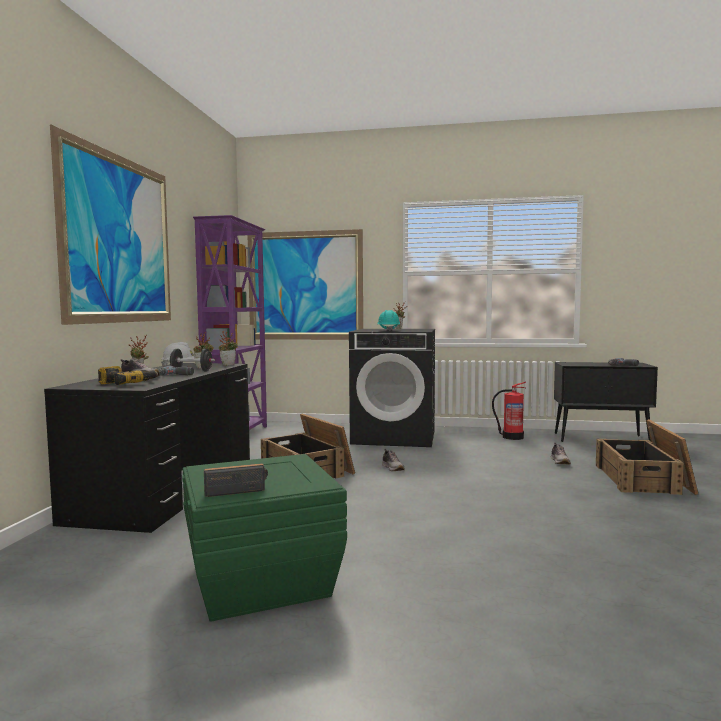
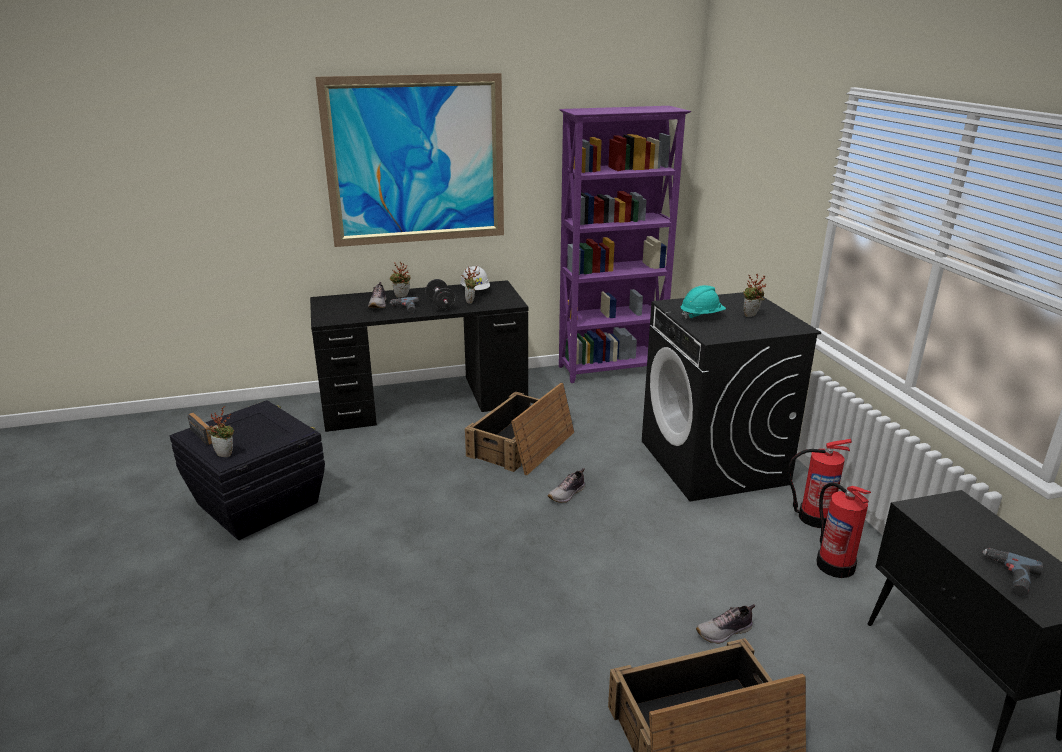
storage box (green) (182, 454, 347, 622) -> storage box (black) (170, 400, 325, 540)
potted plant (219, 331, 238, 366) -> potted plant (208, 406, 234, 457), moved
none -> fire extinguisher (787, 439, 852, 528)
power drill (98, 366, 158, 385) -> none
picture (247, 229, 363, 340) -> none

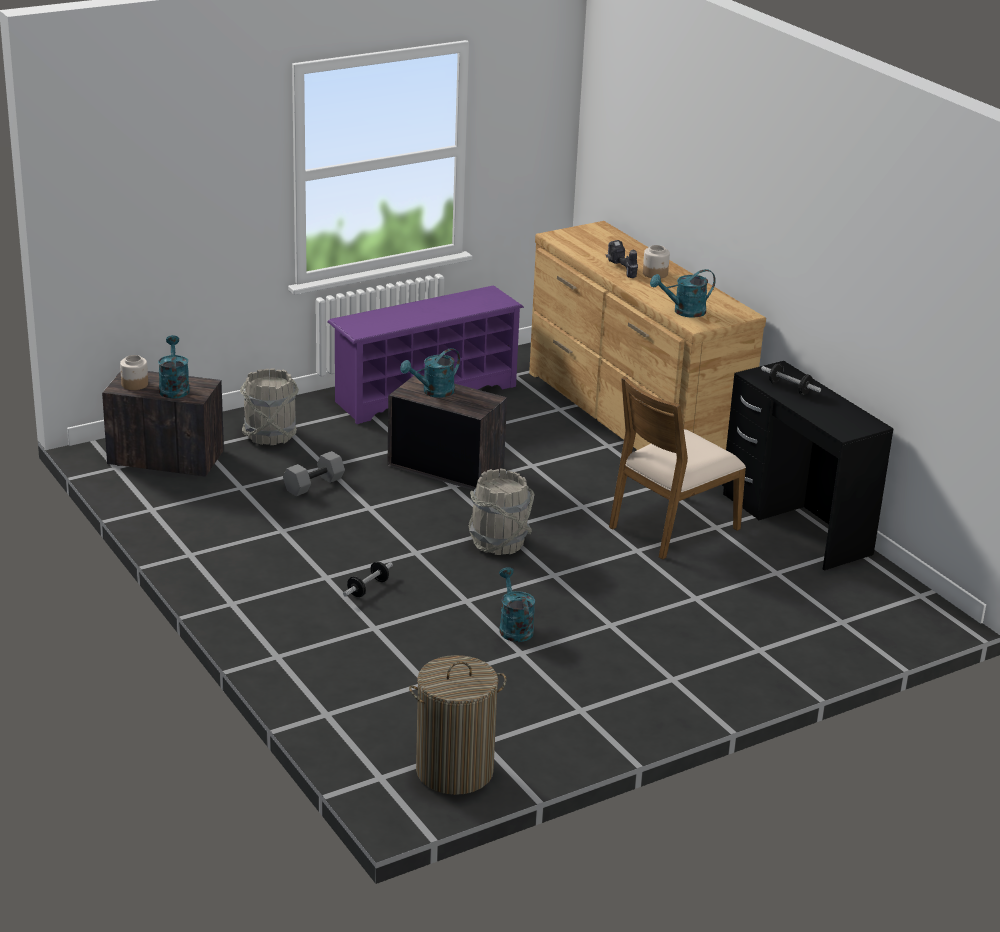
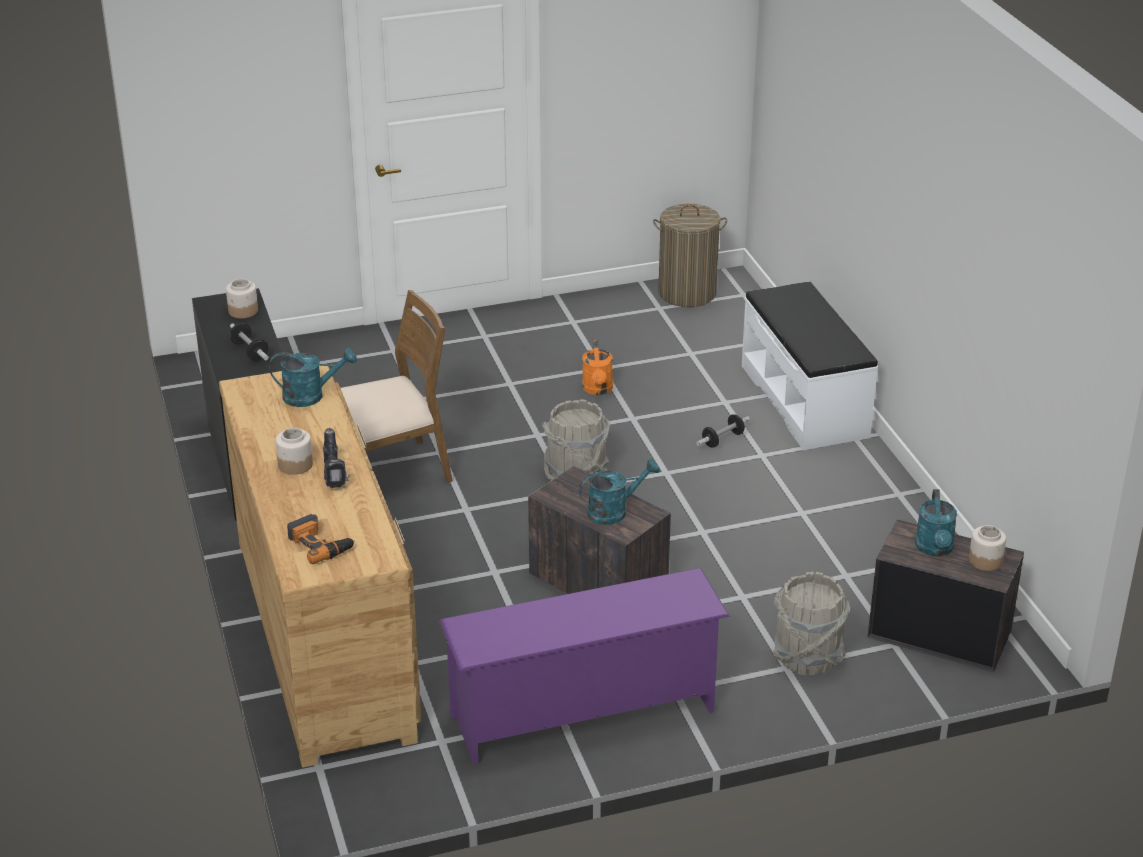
none -> jar (226, 279, 258, 318)
none -> power drill (287, 514, 355, 564)
watering can (turquoise) (499, 567, 535, 642) -> watering can (orange) (582, 341, 613, 395)
none -> bench (white) (742, 282, 878, 450)
dumbbell (grey) (283, 451, 345, 496) -> none

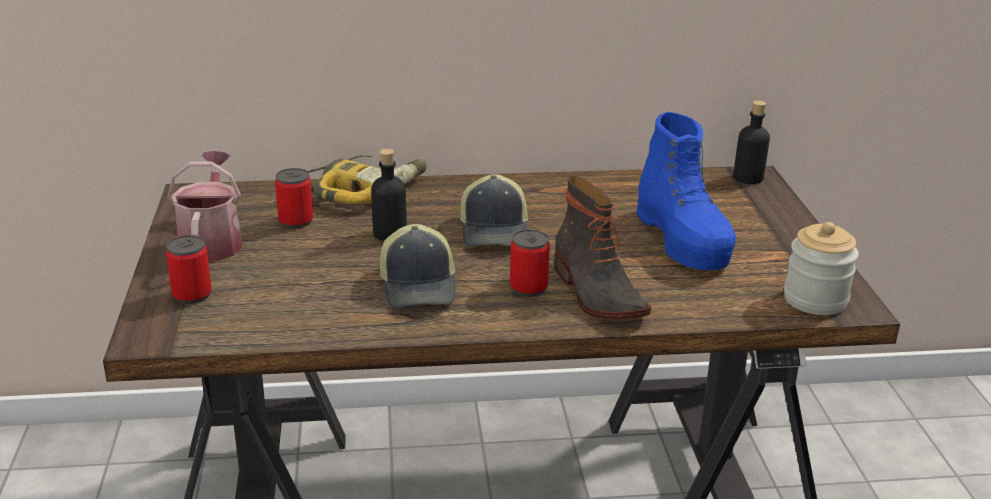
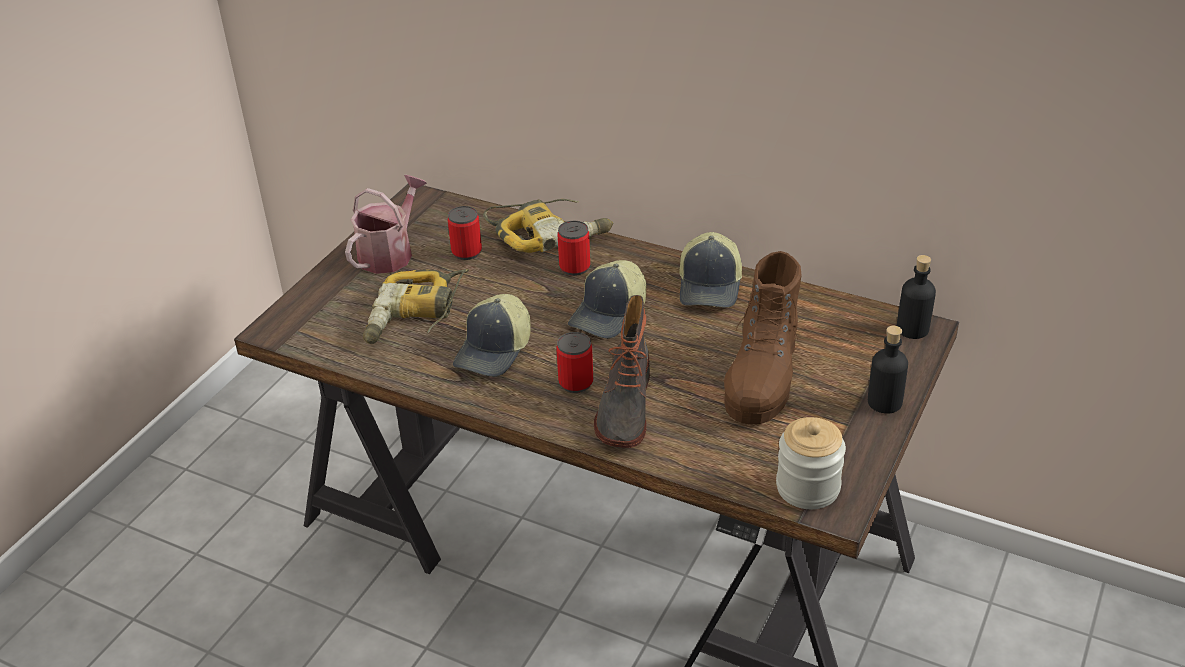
none -> power drill (363, 269, 469, 344)
can (166, 235, 212, 304) -> can (558, 221, 590, 276), moved
none -> cap (680, 232, 742, 308)
boot (blue) (637, 112, 736, 270) -> boot (brown) (724, 251, 802, 424)
bottle (black) (371, 149, 407, 241) -> bottle (black) (868, 326, 908, 414), moved

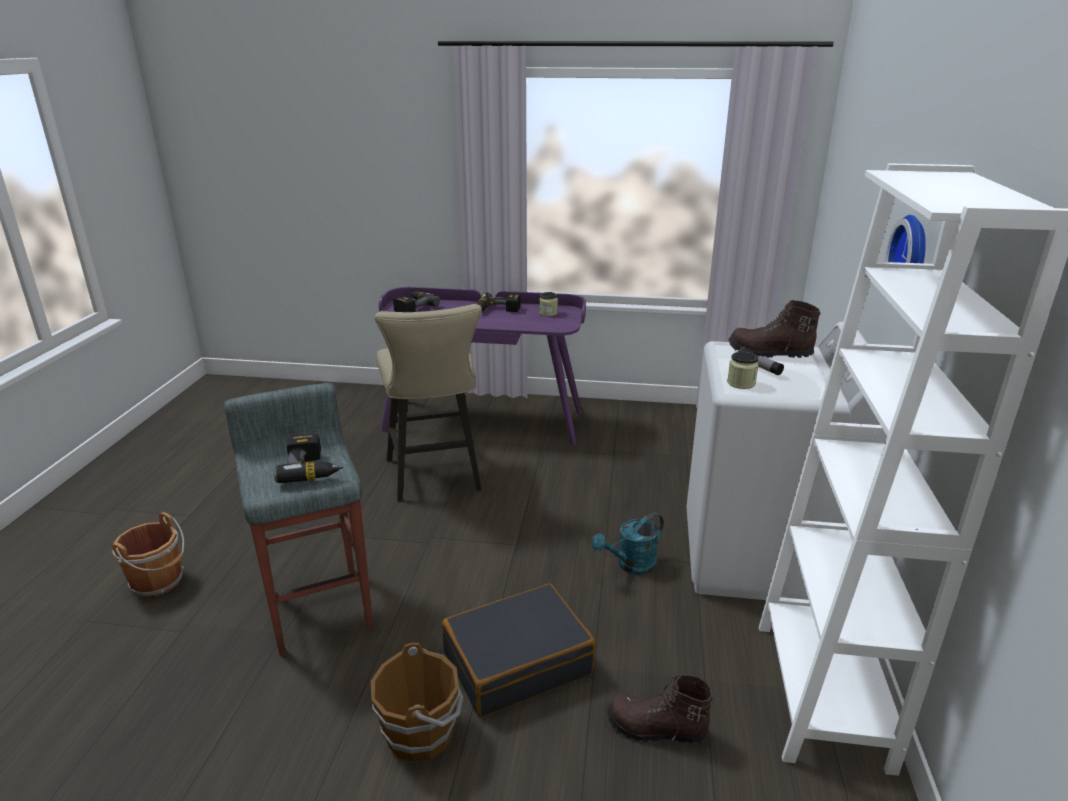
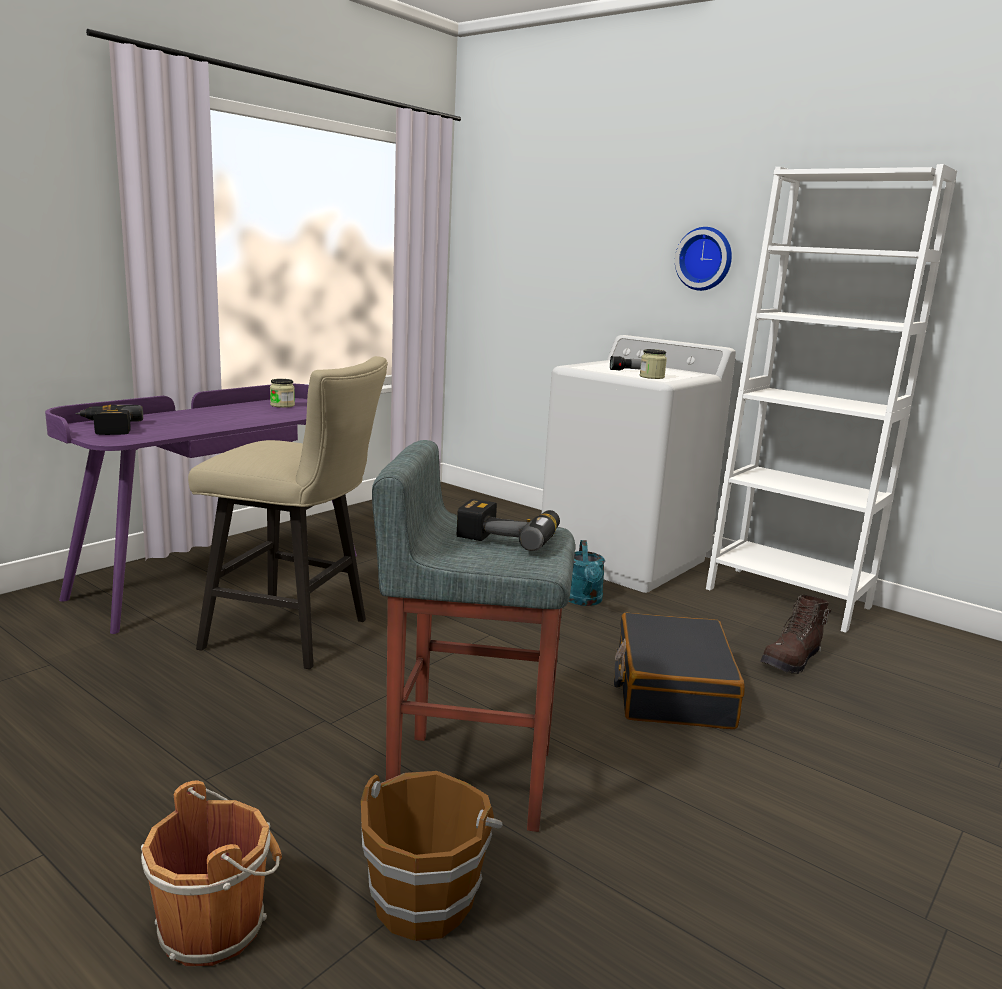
bucket (brown) (371, 643, 463, 761) -> bucket (brown) (361, 771, 502, 941), moved
power drill (477, 292, 521, 312) -> none
boot (brown) (728, 300, 821, 358) -> none

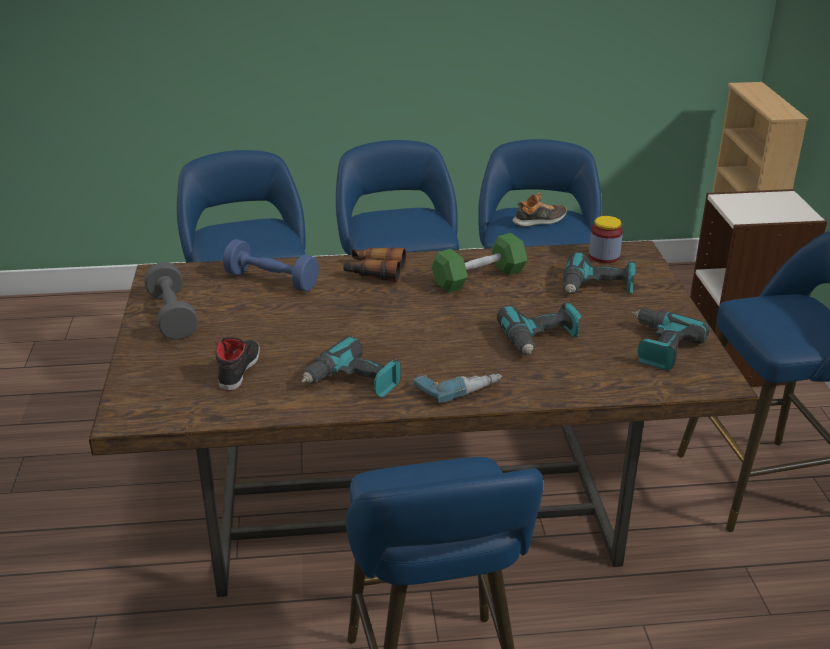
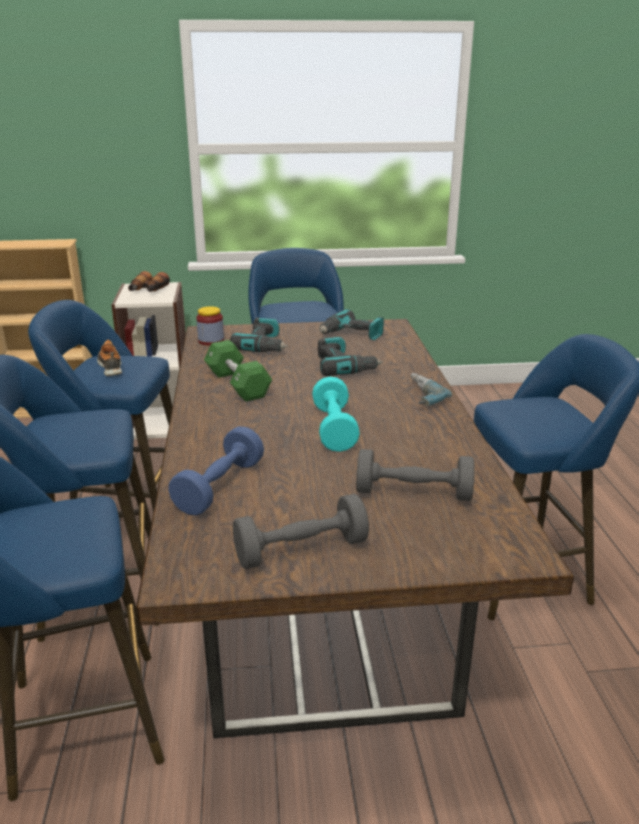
binoculars (343, 247, 406, 283) -> binoculars (128, 271, 170, 292), moved
none -> dumbbell (turquoise) (312, 377, 360, 452)
shoe (black) (215, 337, 260, 391) -> dumbbell (grey) (356, 449, 475, 501)
power drill (301, 336, 401, 398) -> none

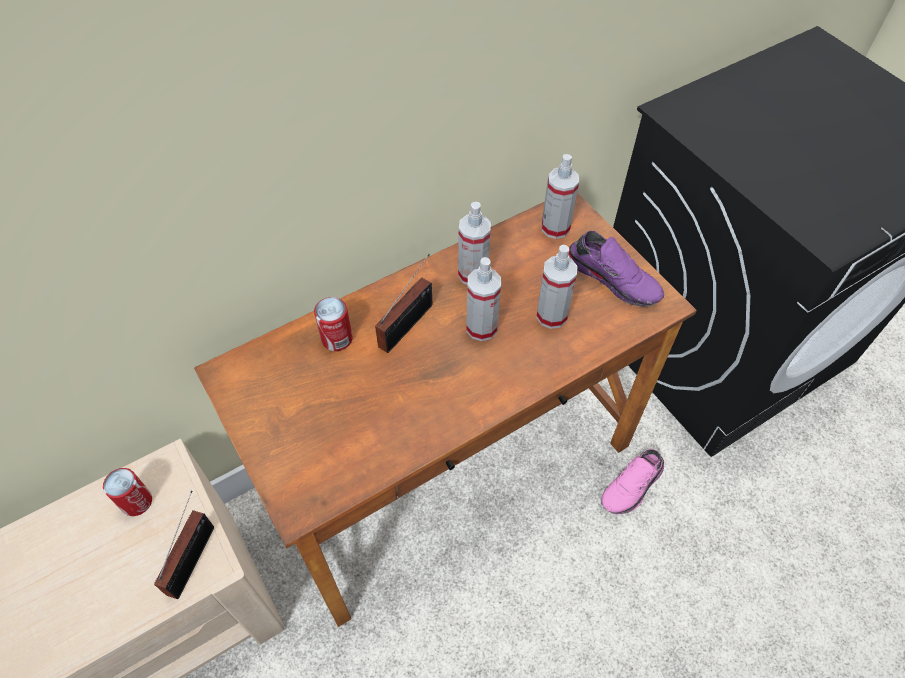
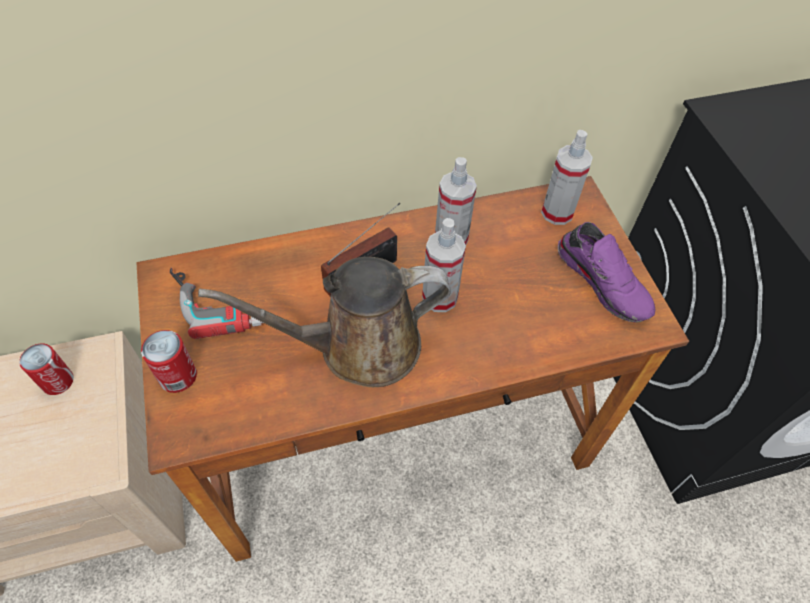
can (314, 297, 353, 351) -> can (141, 330, 197, 393), moved
none -> power drill (170, 268, 263, 339)
none -> watering can (brown) (198, 257, 451, 387)
radio (154, 490, 214, 599) -> none
spray bottle (536, 245, 578, 329) -> none
shoe (pink) (601, 449, 664, 514) -> none

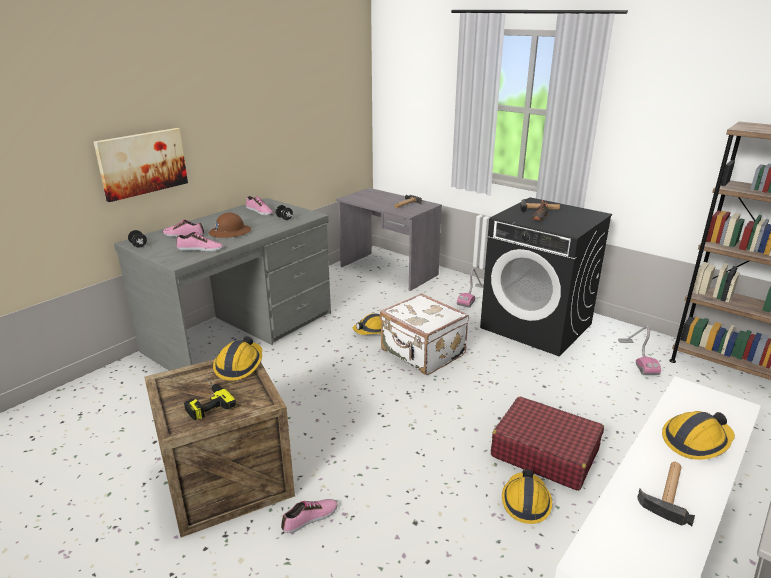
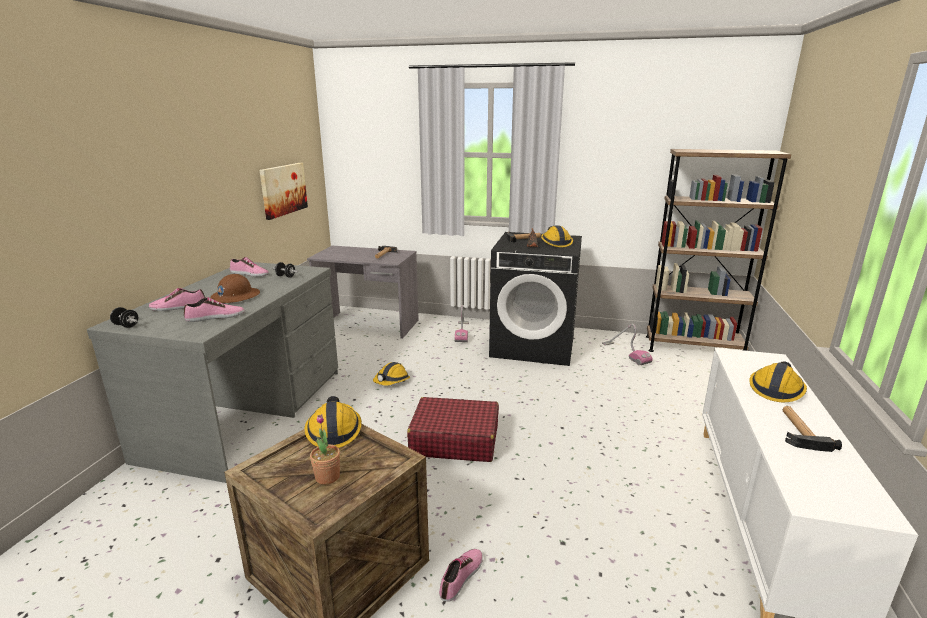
picture (94, 128, 188, 202) -> picture (260, 163, 308, 220), moved
power drill (184, 378, 236, 420) -> potted plant (310, 414, 340, 485)
suitcase (red) (491, 396, 604, 491) -> suitcase (red) (407, 397, 499, 462), moved
hard hat (502, 469, 552, 524) -> hard hat (541, 225, 573, 247), moved
suitcase (white) (380, 293, 469, 375) -> none

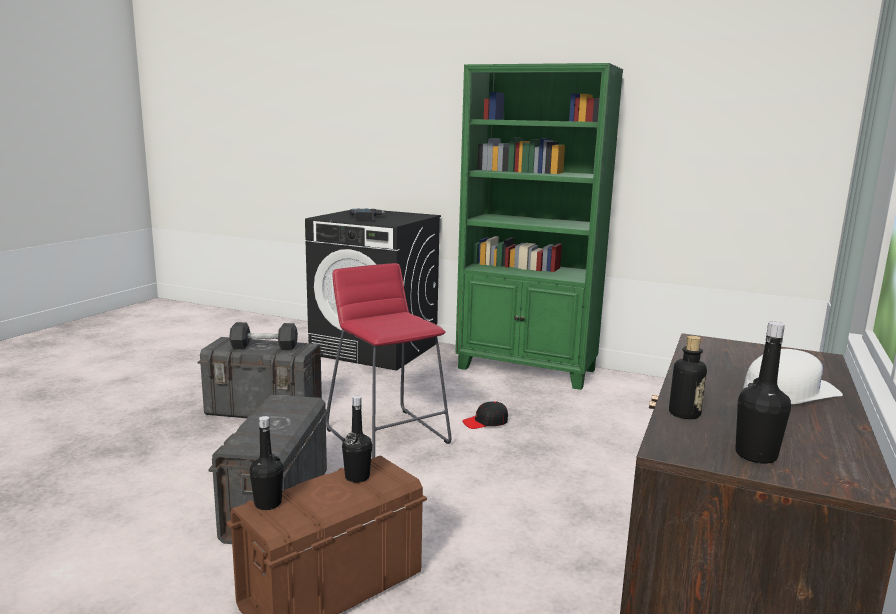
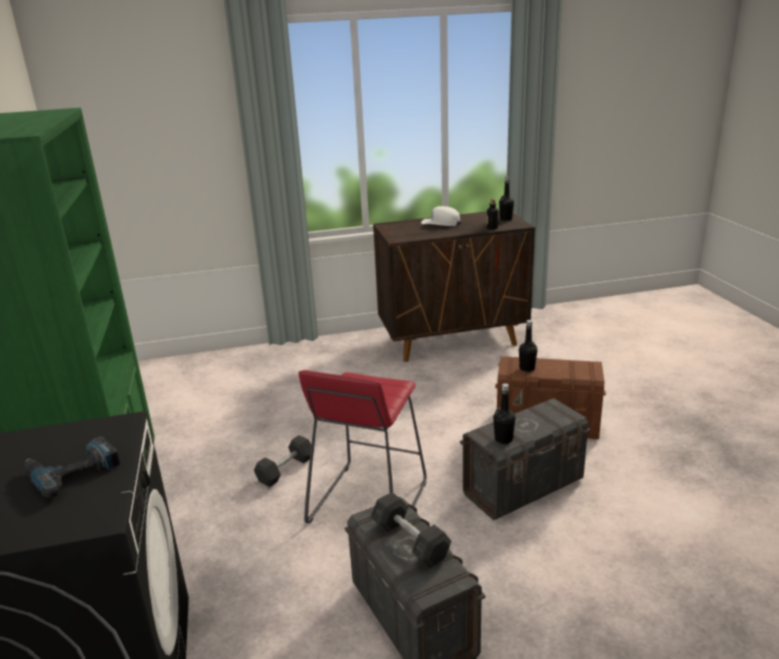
cap (black) (462, 401, 508, 429) -> dumbbell (grey) (254, 435, 311, 487)
bottle (black) (250, 416, 283, 510) -> bottle (black) (493, 383, 516, 444), moved

